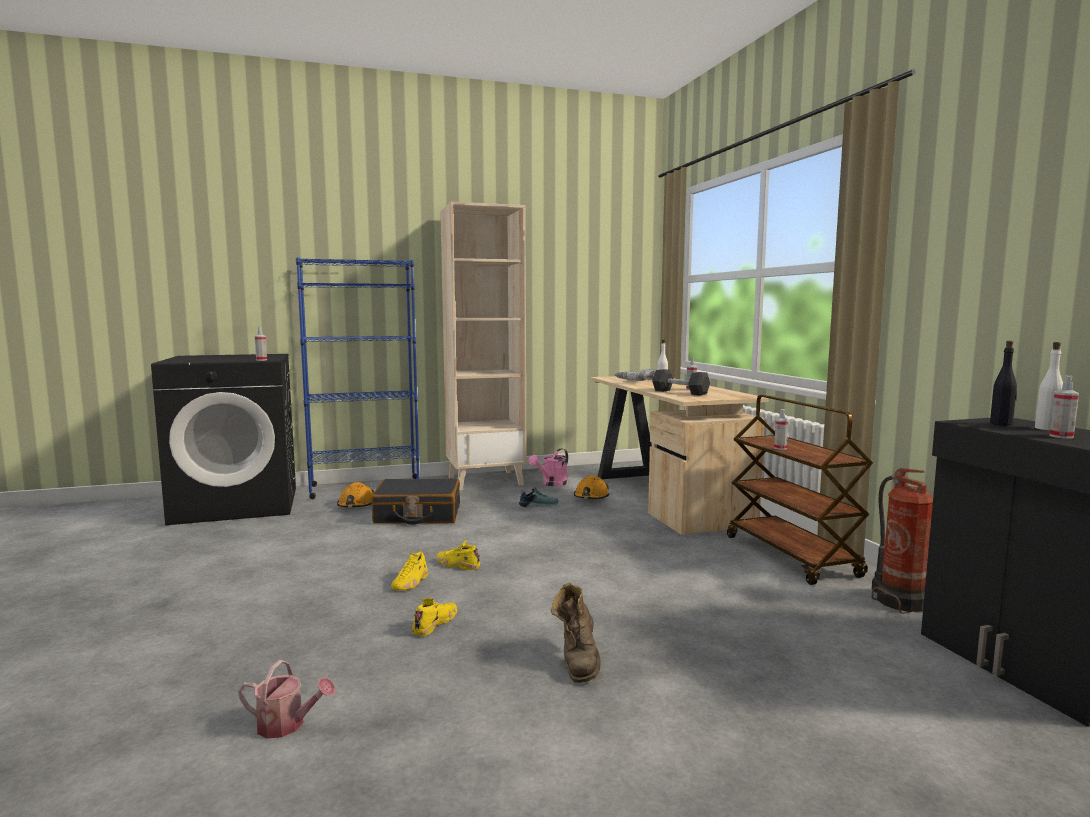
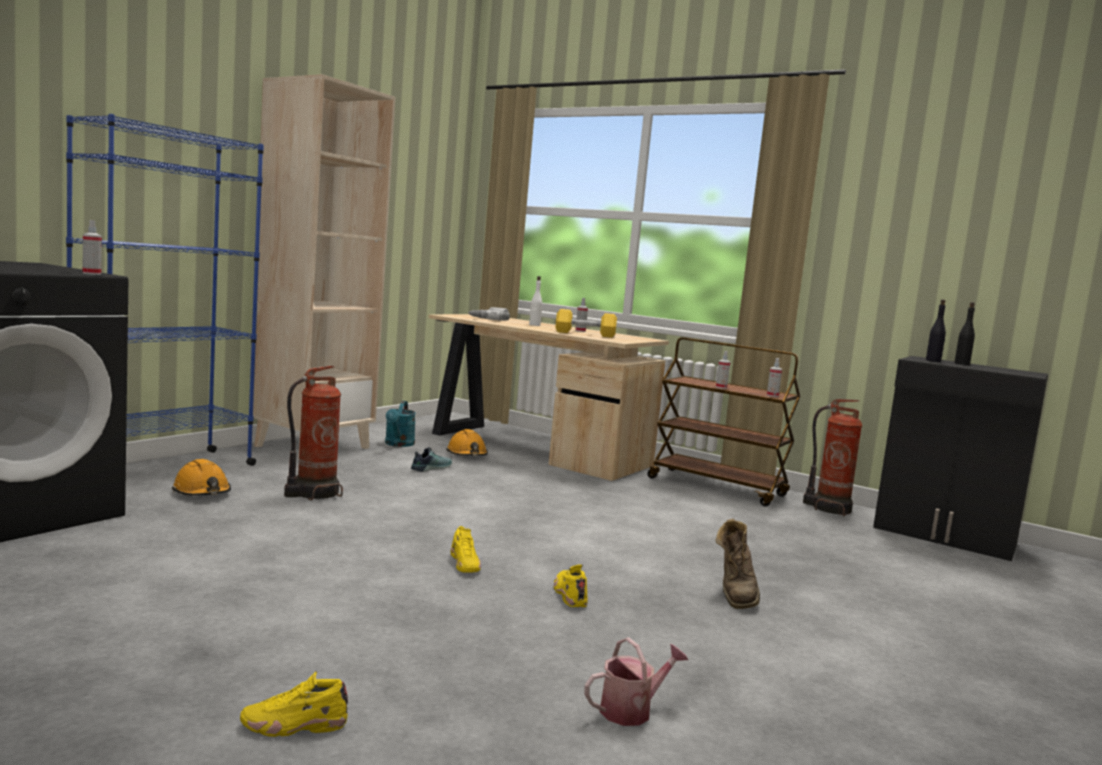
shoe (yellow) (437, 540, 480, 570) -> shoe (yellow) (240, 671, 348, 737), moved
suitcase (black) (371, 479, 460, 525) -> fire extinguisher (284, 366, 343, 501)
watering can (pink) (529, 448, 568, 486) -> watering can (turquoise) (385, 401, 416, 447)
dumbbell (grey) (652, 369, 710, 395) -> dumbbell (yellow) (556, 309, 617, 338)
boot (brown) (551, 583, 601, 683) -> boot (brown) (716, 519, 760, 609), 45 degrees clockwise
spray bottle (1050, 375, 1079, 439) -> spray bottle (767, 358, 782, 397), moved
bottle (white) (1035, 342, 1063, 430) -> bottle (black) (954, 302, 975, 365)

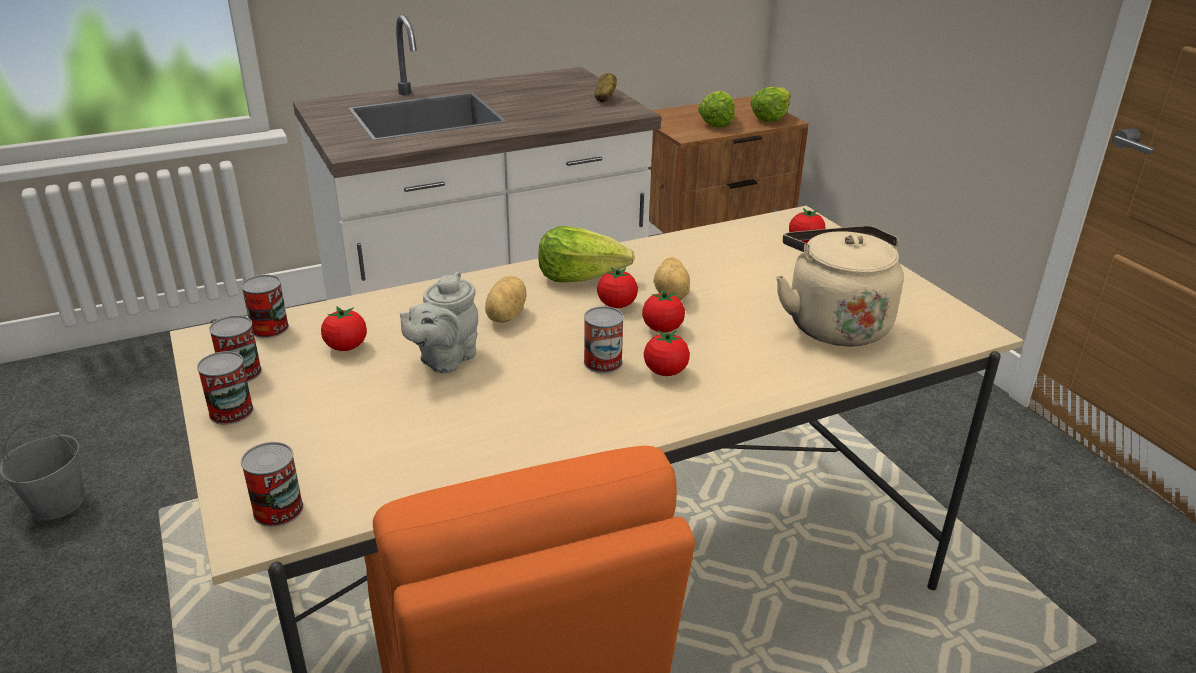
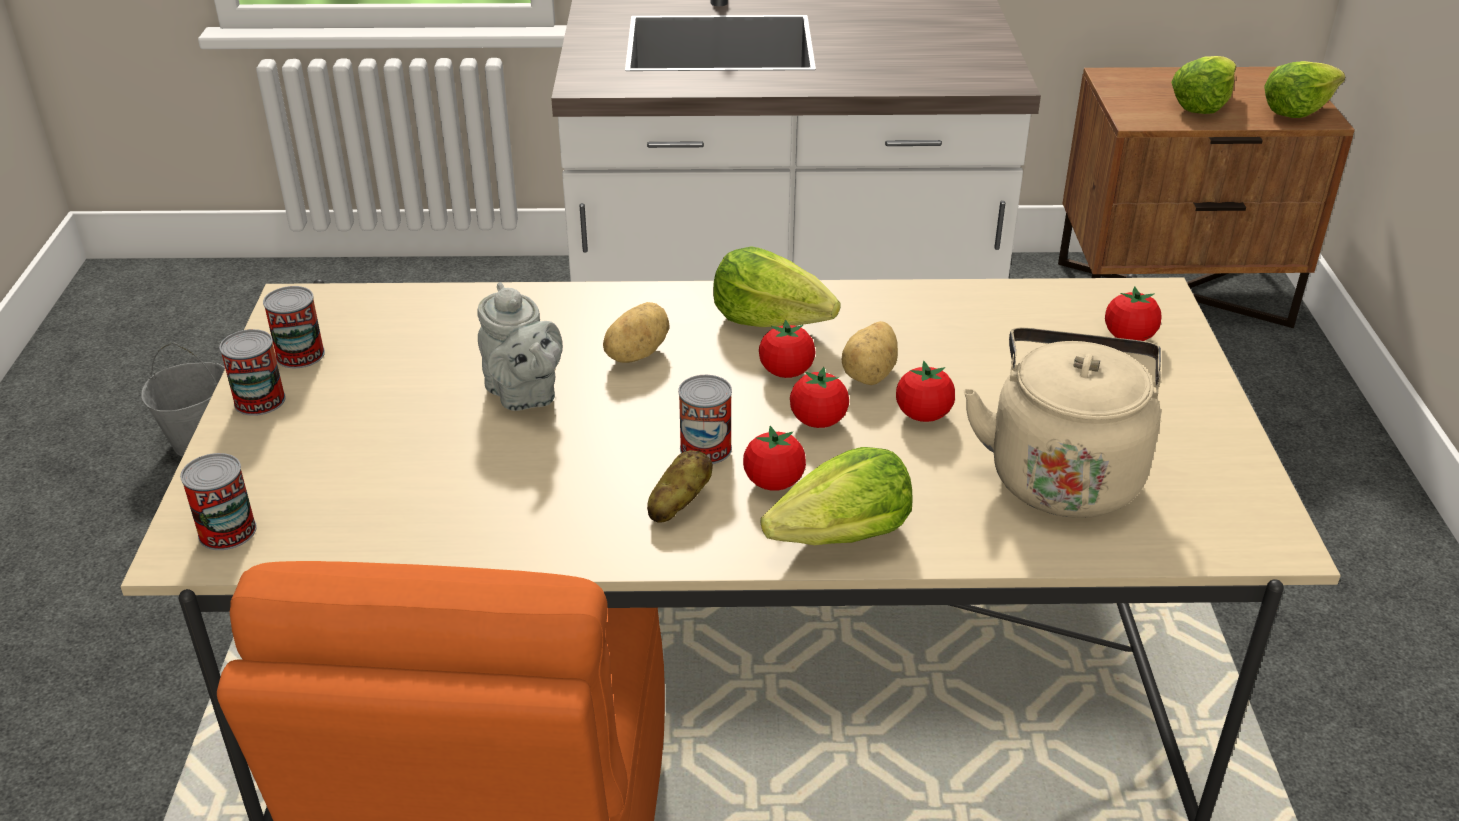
teapot (grey) (400, 271, 478, 373) -> teapot (grey) (477, 282, 563, 411), 90 degrees counterclockwise
potato (595, 73, 617, 103) -> potato (647, 450, 713, 523), moved
none -> lettuce (761, 447, 913, 545)
tomato (321, 306, 367, 351) -> tomato (896, 361, 955, 422), moved
can (241, 275, 289, 338) -> none

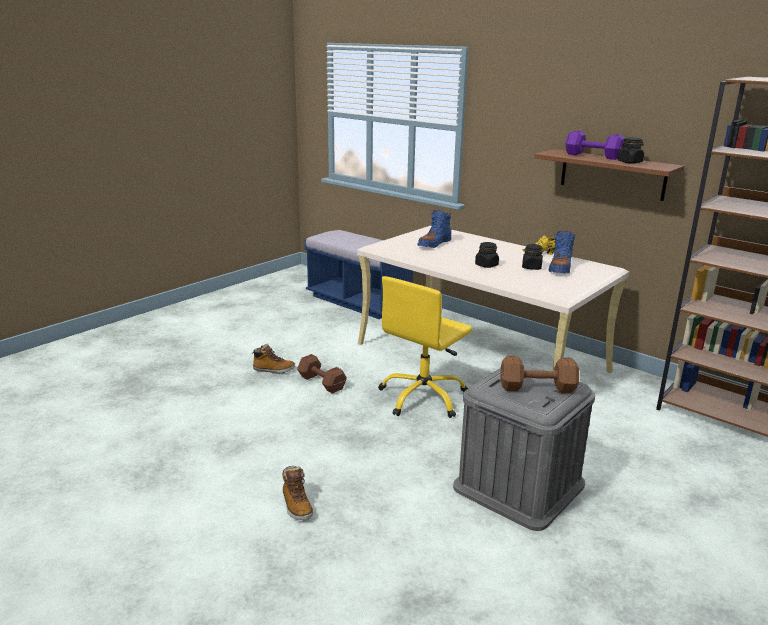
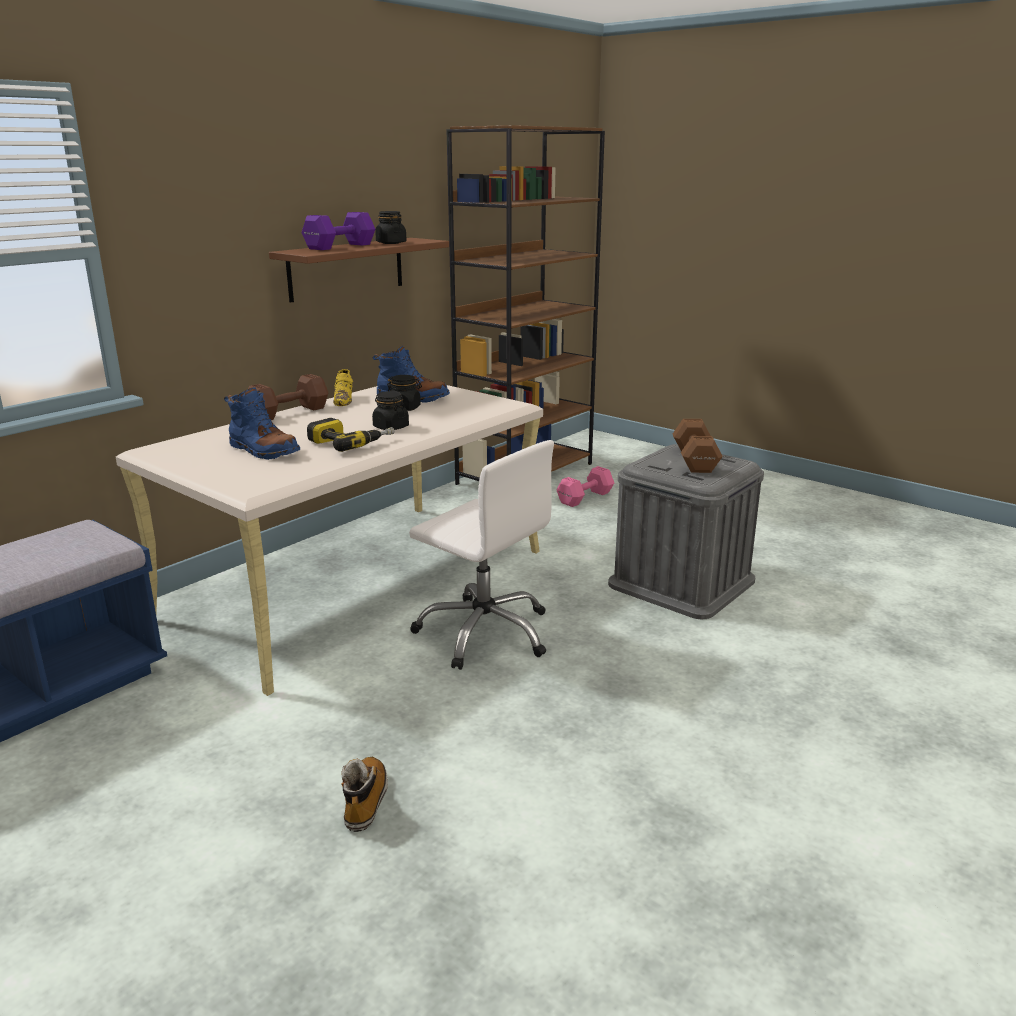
dumbbell (brown) (297, 354, 347, 394) -> dumbbell (brown) (248, 374, 328, 420), moved
none -> power drill (307, 418, 395, 452)
office chair (yellow) (378, 276, 472, 418) -> office chair (white) (409, 440, 554, 670)
none -> dumbbell (pink) (557, 466, 614, 507)
boot (283, 466, 313, 520) -> none

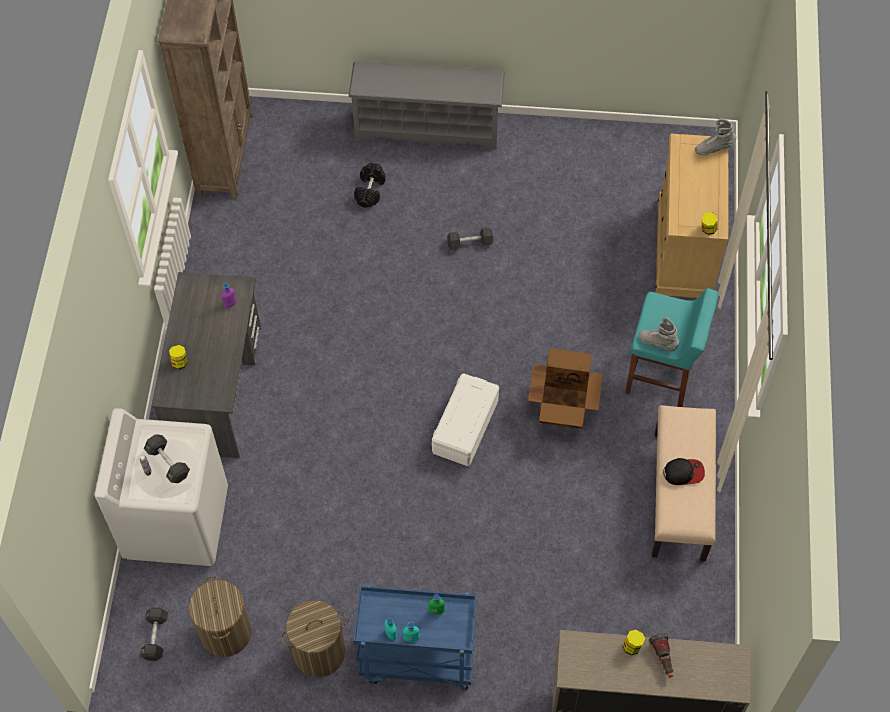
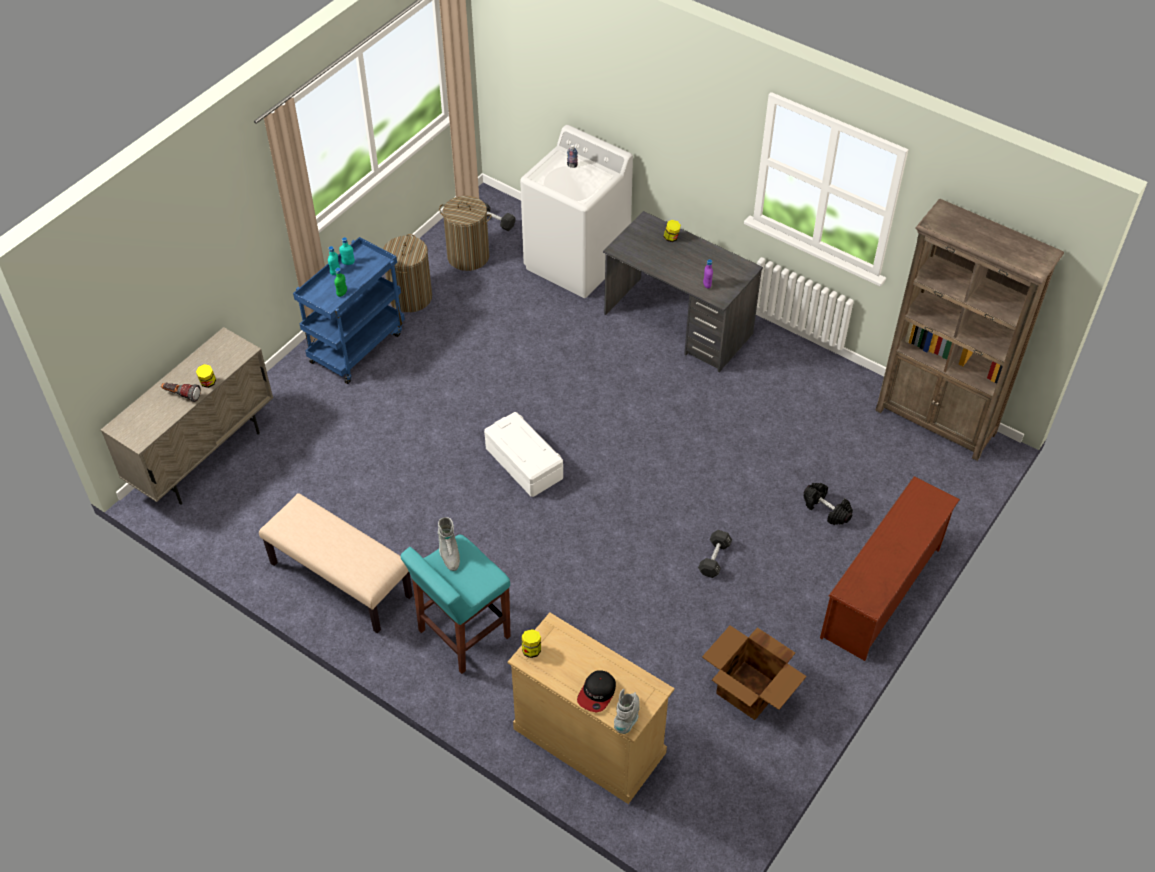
boot (grey) (638, 317, 680, 352) -> boot (grey) (438, 517, 460, 571), 105 degrees clockwise
cap (663, 458, 705, 485) -> cap (577, 670, 616, 713), moved
cardboard box (528, 348, 603, 428) -> cardboard box (702, 625, 807, 720), moved
shoe rack (grey) (348, 61, 505, 149) -> shoe rack (brown) (820, 476, 960, 661)
dumbbell (black) (144, 434, 190, 483) -> none

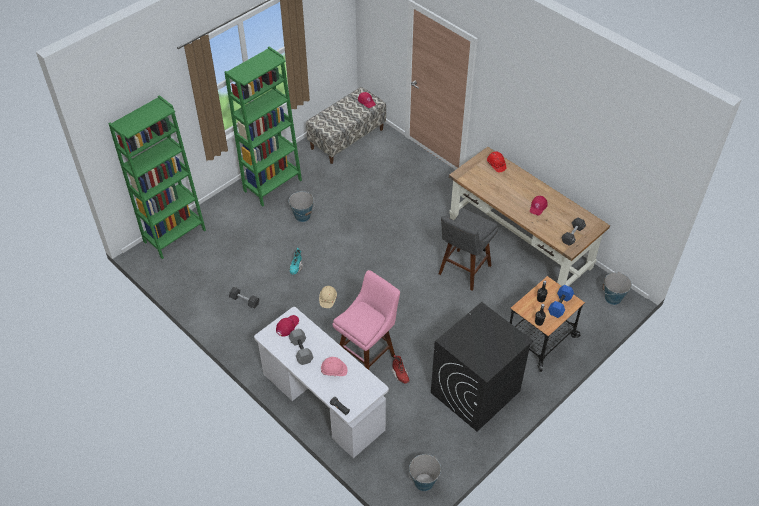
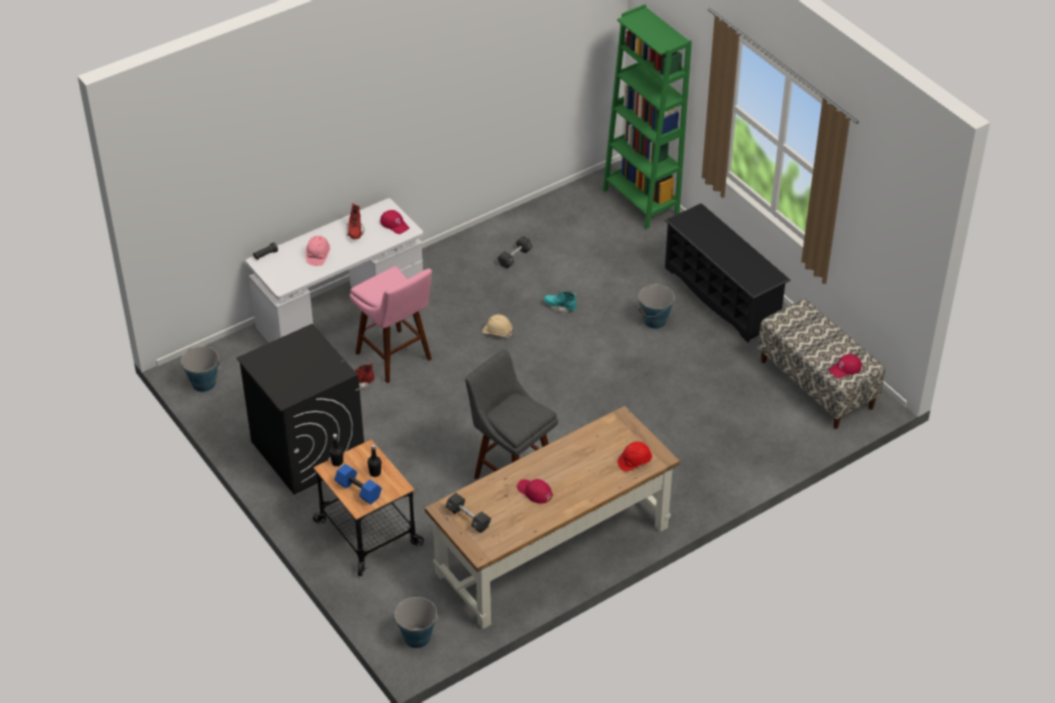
dumbbell (grey) (289, 329, 314, 365) -> boot (red) (347, 203, 365, 239)
bookcase (green) (224, 47, 302, 206) -> shoe rack (black) (665, 203, 791, 343)

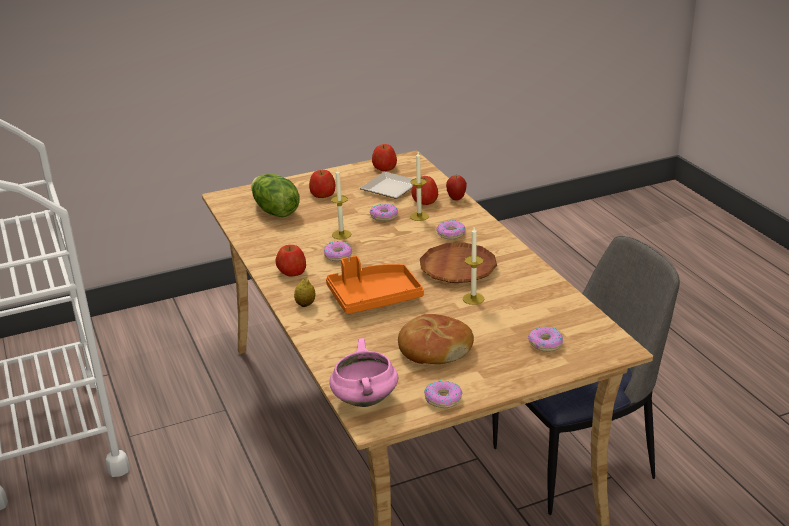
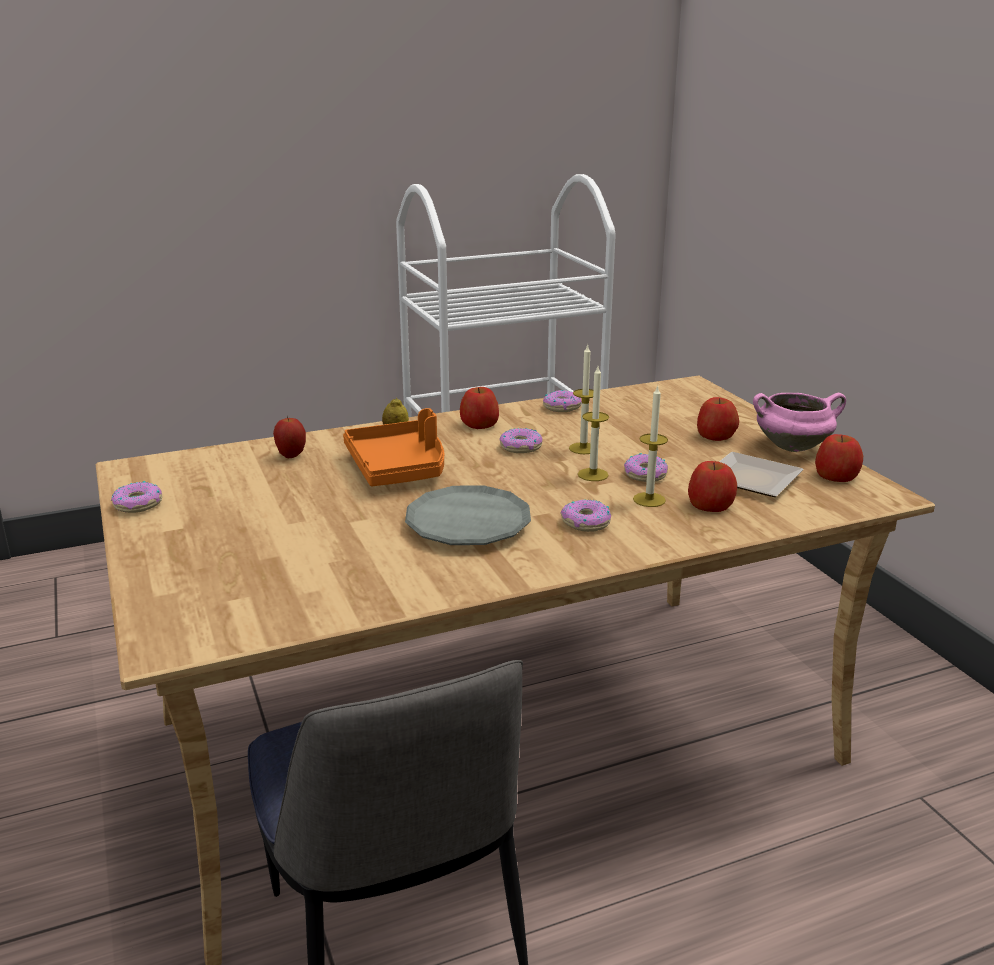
apple (446, 174, 467, 201) -> apple (273, 416, 306, 458), moved
plate (brown) (420, 243, 497, 283) -> plate (grey) (405, 485, 531, 545)
donut (528, 327, 563, 352) -> donut (543, 390, 582, 412), moved
candle (463, 227, 485, 305) -> candle (578, 366, 609, 481), moved
cooking pot (pink) (330, 338, 398, 407) -> cooking pot (pink) (753, 393, 846, 452), moved
lettuce (251, 174, 300, 217) -> none
bread (398, 314, 474, 364) -> none

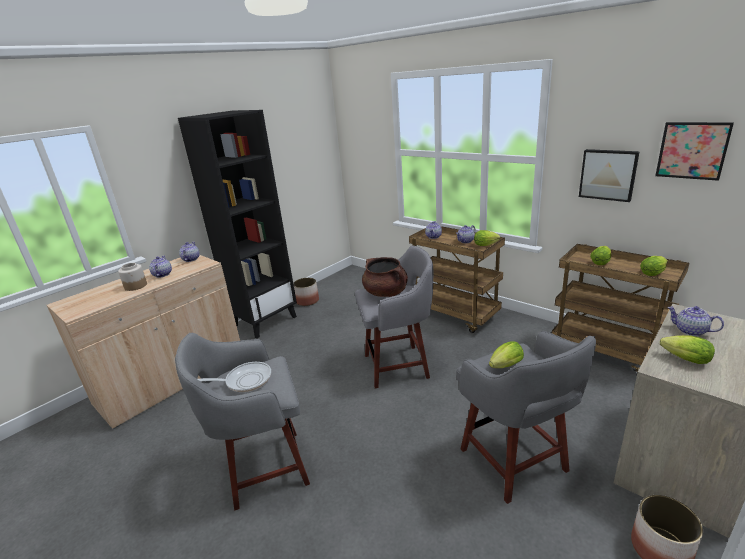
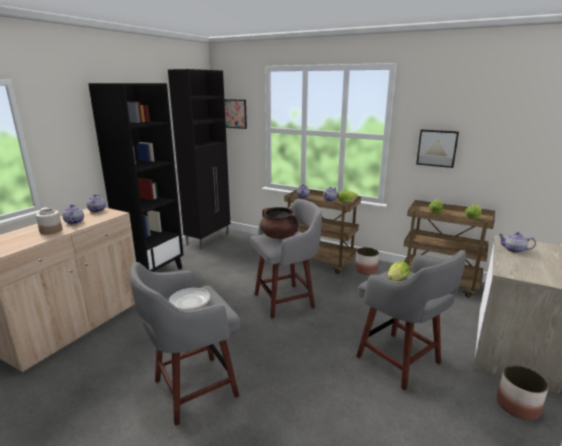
none -> cabinet (black) (168, 69, 230, 249)
picture (655, 122, 734, 181) -> picture (224, 99, 247, 129), moved
planter (293, 278, 319, 306) -> planter (355, 247, 379, 275), moved
lettuce (660, 335, 715, 364) -> none

